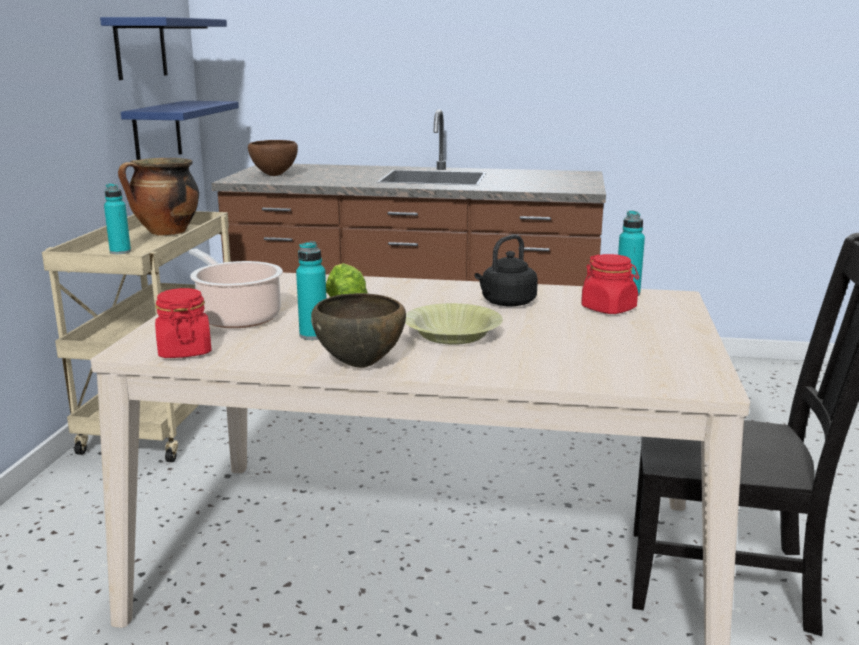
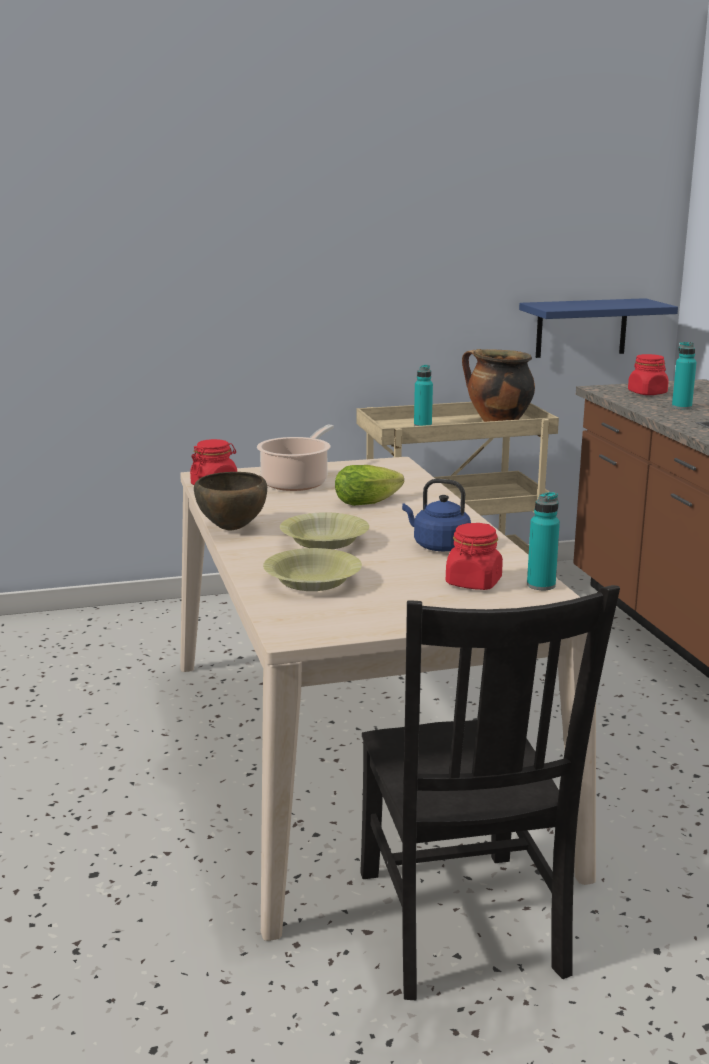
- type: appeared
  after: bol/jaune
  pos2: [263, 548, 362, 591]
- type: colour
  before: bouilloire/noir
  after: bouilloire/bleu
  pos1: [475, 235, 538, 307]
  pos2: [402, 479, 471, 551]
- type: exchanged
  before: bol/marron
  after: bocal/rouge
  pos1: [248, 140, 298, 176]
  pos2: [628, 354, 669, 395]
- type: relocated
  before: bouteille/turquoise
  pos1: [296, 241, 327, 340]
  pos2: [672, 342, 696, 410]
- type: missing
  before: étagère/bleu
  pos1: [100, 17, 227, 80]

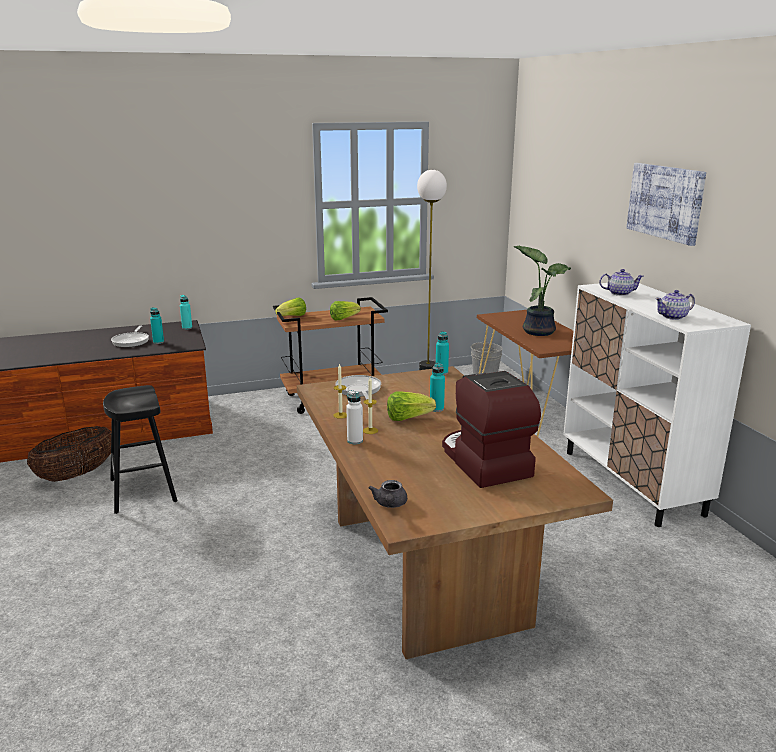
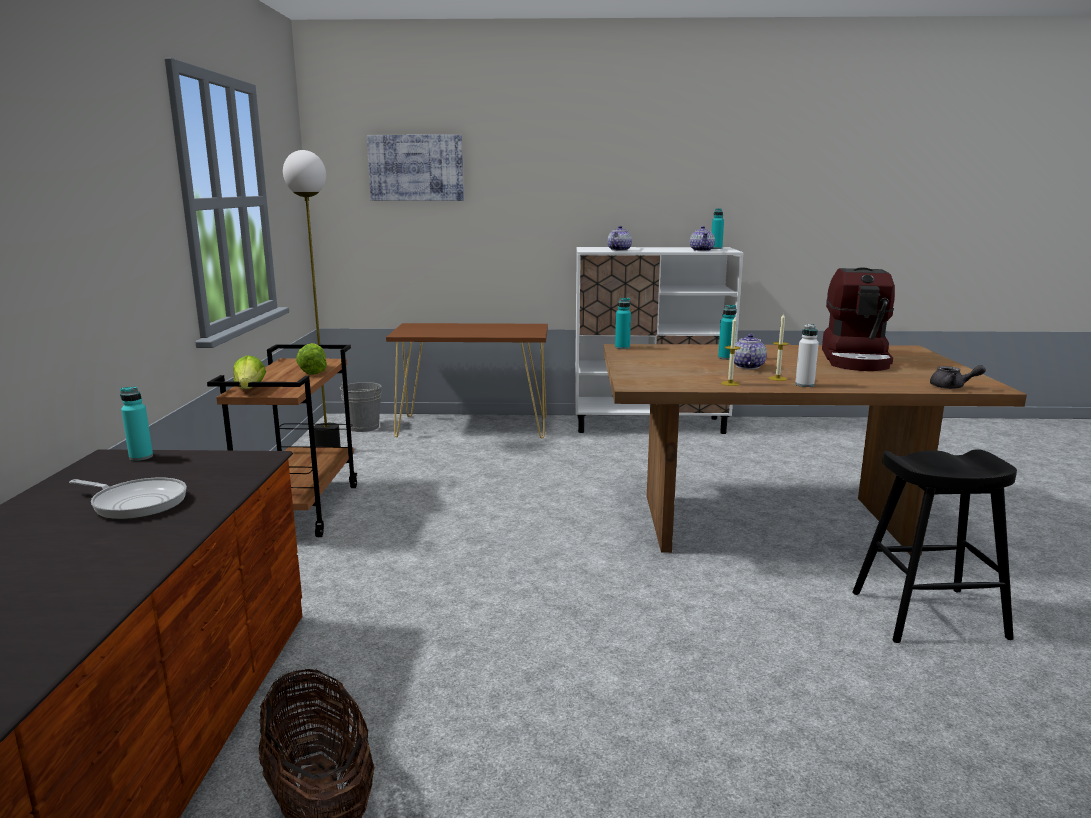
- type: relocated
  before: tableau
  pos1: [626, 163, 706, 246]
  pos2: [367, 135, 464, 201]
- type: relocated
  before: bouteille/turquoise
  pos1: [150, 307, 164, 344]
  pos2: [712, 208, 724, 249]
- type: exchanged
  before: laitue
  after: théière
  pos1: [387, 391, 436, 421]
  pos2: [734, 334, 767, 369]
- type: spun
  before: machine à café
  pos1: [442, 371, 541, 488]
  pos2: [822, 267, 895, 371]
  turn: -75
- type: relocated
  before: tabouret/noir
  pos1: [103, 385, 177, 514]
  pos2: [852, 449, 1017, 643]
- type: missing
  before: poêle
  pos1: [335, 375, 381, 400]
- type: missing
  before: plante en pot
  pos1: [514, 246, 571, 336]

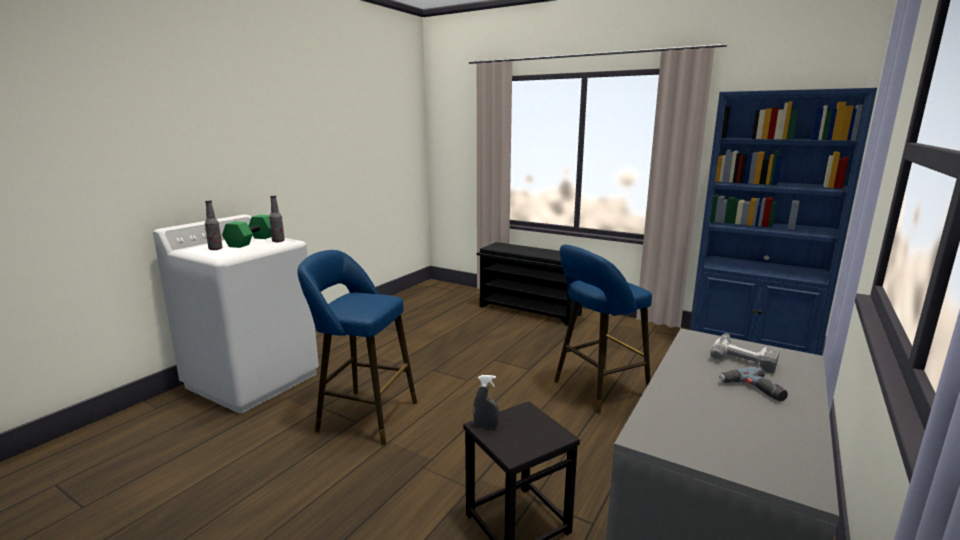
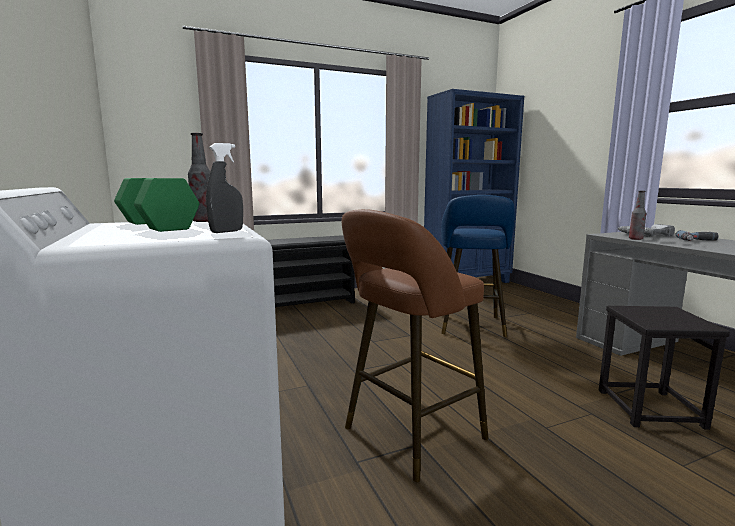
- type: relocated
  before: vaporisateur/gris
  pos1: [473, 375, 499, 428]
  pos2: [206, 143, 243, 233]
- type: colour
  before: tabouret/bleu
  after: tabouret/marron
  pos1: [297, 250, 417, 445]
  pos2: [342, 209, 488, 482]
- type: relocated
  before: bouteille
  pos1: [205, 200, 223, 250]
  pos2: [629, 191, 646, 240]

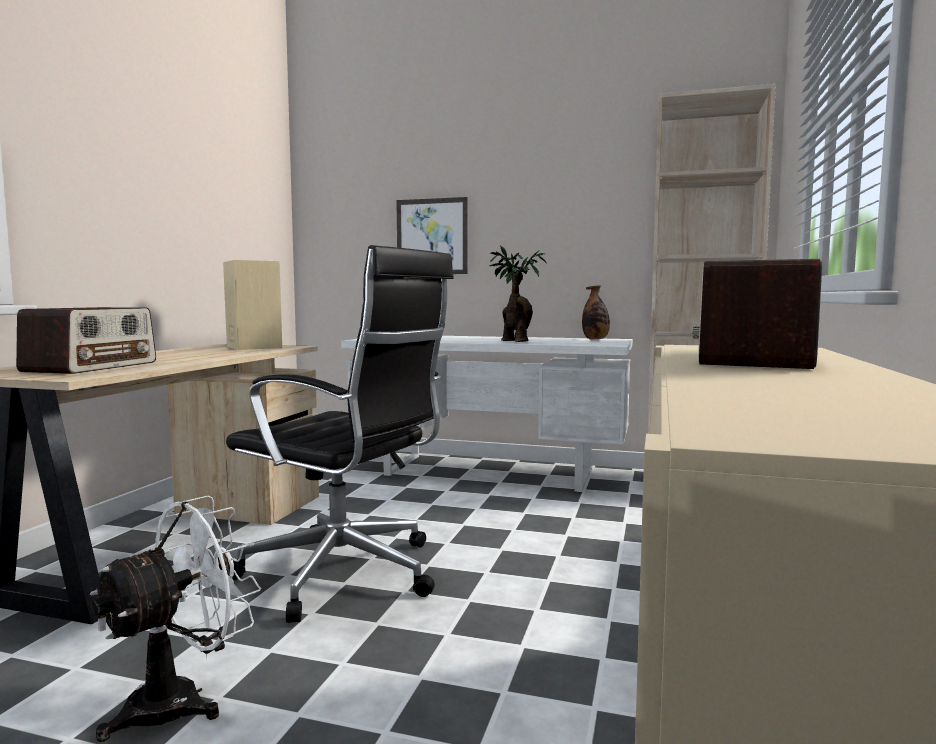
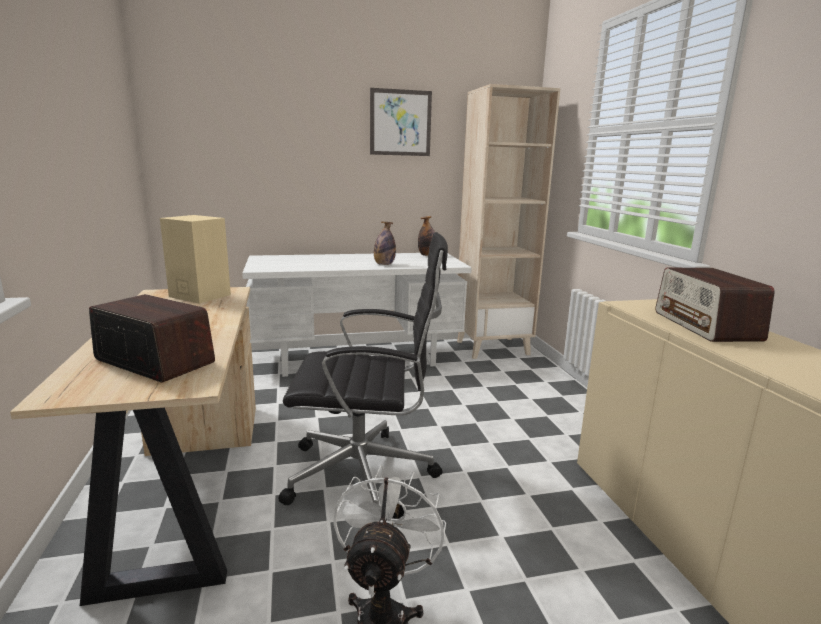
- type: spun
  before: radio
  pos1: [16, 307, 156, 374]
  pos2: [89, 294, 215, 382]
  turn: -45
- type: relocated
  before: tableau
  pos1: [397, 197, 468, 274]
  pos2: [370, 88, 432, 156]
- type: exchanged
  before: plante en pot
  after: bouteille
  pos1: [489, 246, 546, 342]
  pos2: [374, 221, 396, 265]

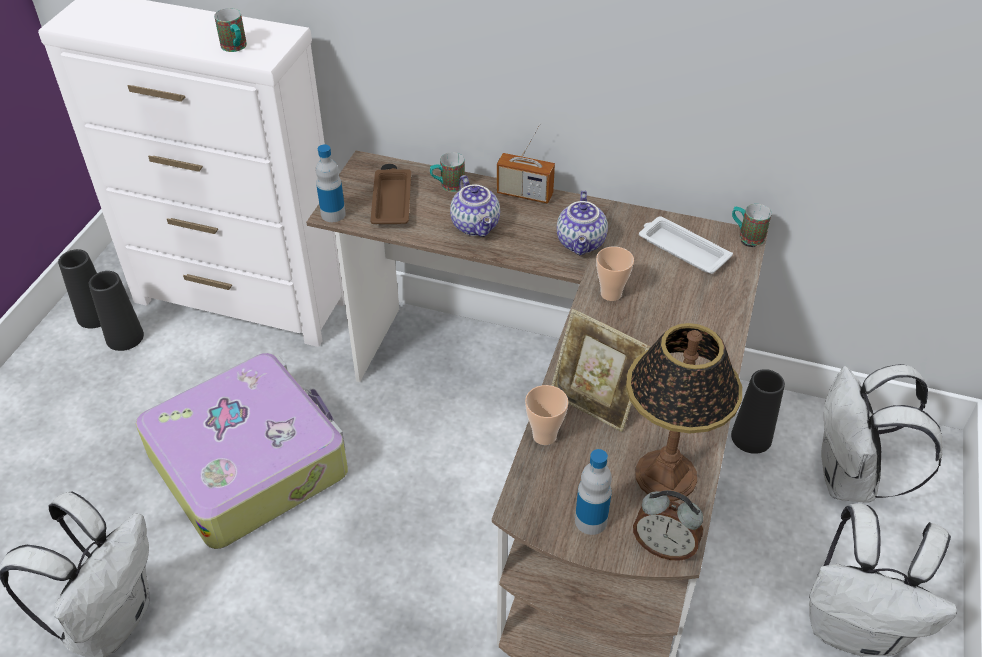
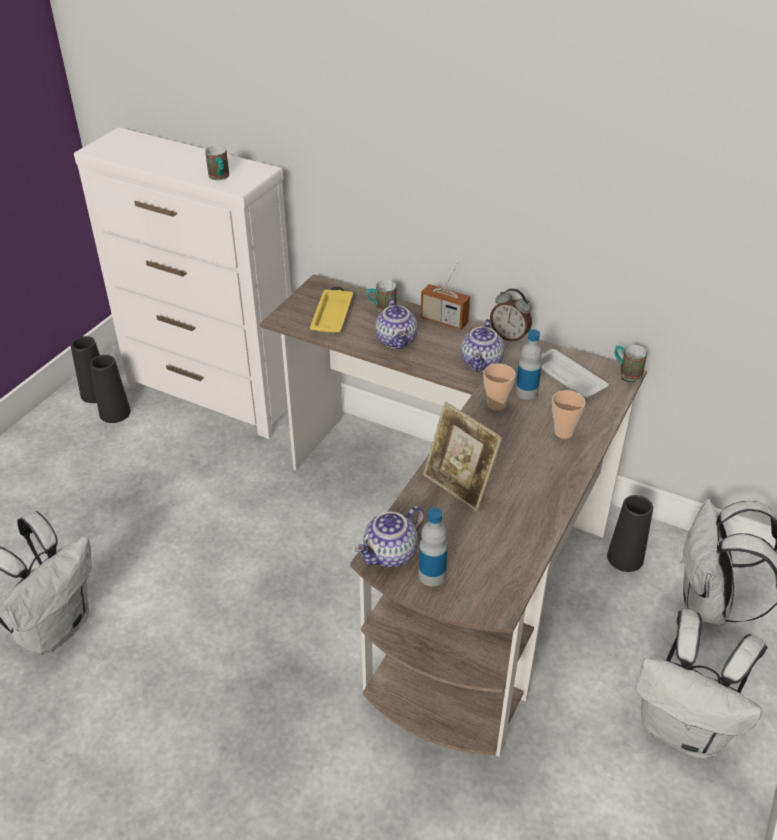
- type: colour
  before: plateau/marron
  after: plateau/jaune
  pos1: [370, 168, 411, 224]
  pos2: [310, 290, 353, 333]
- type: appeared
  after: théière
  pos2: [355, 506, 424, 567]
- type: relocated
  before: réveil
  pos1: [633, 490, 703, 561]
  pos2: [490, 288, 532, 343]
- type: relocated
  before: bouteille
  pos1: [316, 144, 346, 222]
  pos2: [516, 329, 542, 400]
- type: relocated
  before: tasse
  pos1: [525, 385, 569, 445]
  pos2: [552, 390, 586, 439]
- type: missing
  before: valise
  pos1: [136, 353, 348, 549]
- type: missing
  before: lampe de table
  pos1: [626, 323, 742, 501]

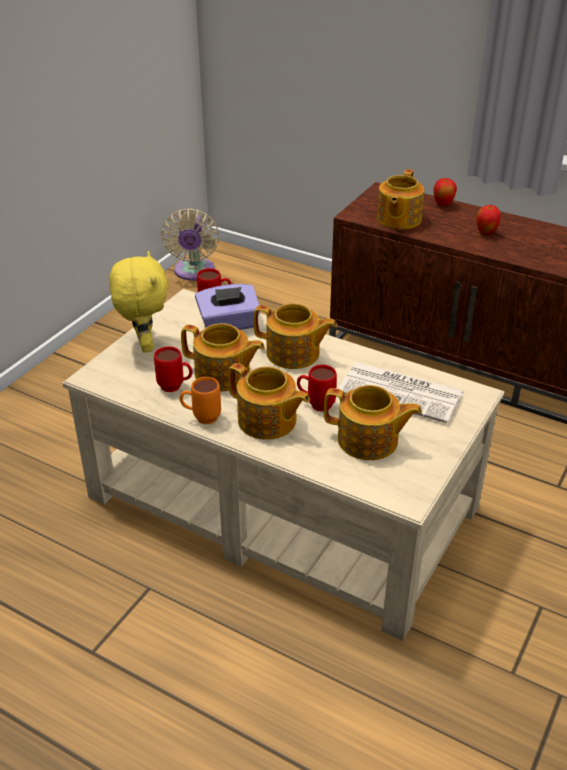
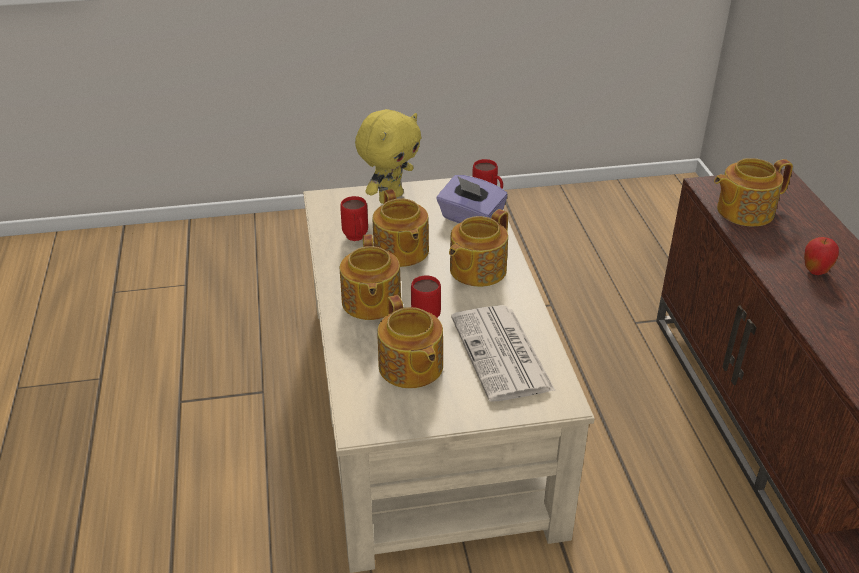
- type: spun
  before: théière
  pos1: [254, 303, 337, 369]
  pos2: [449, 209, 508, 287]
  turn: 60
- type: missing
  before: ventilateur/beige
  pos1: [161, 209, 219, 281]
- type: missing
  before: mug/orange
  pos1: [179, 377, 221, 424]
- type: missing
  before: pomme
  pos1: [434, 178, 457, 206]

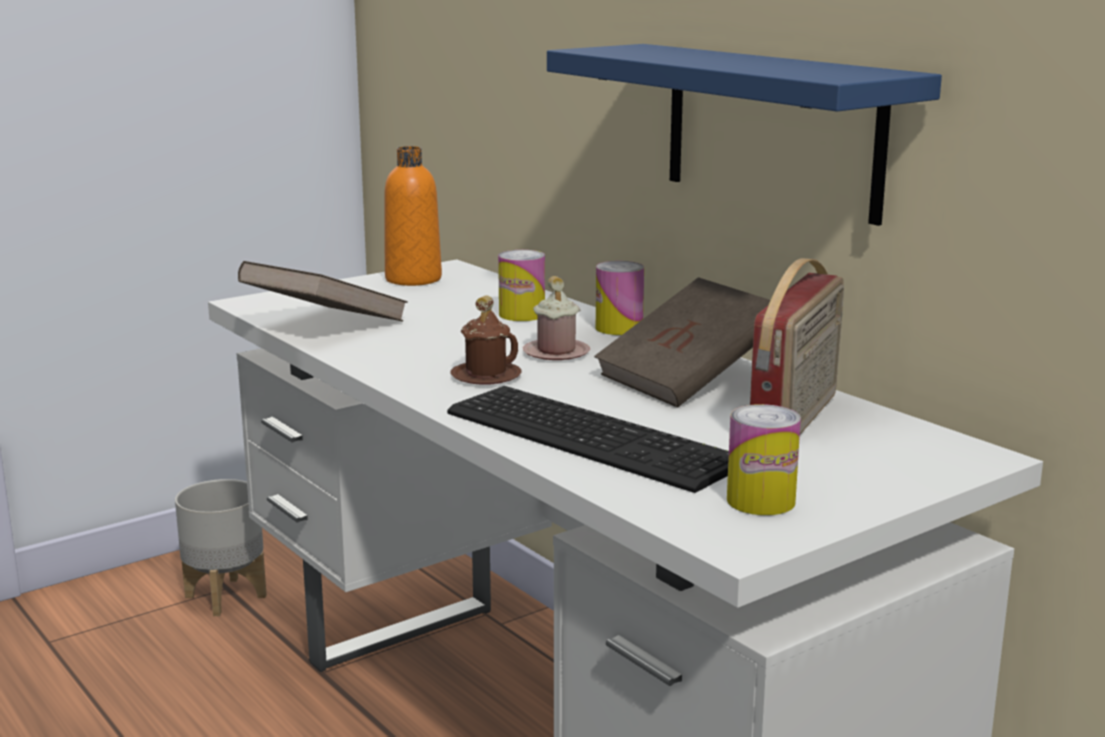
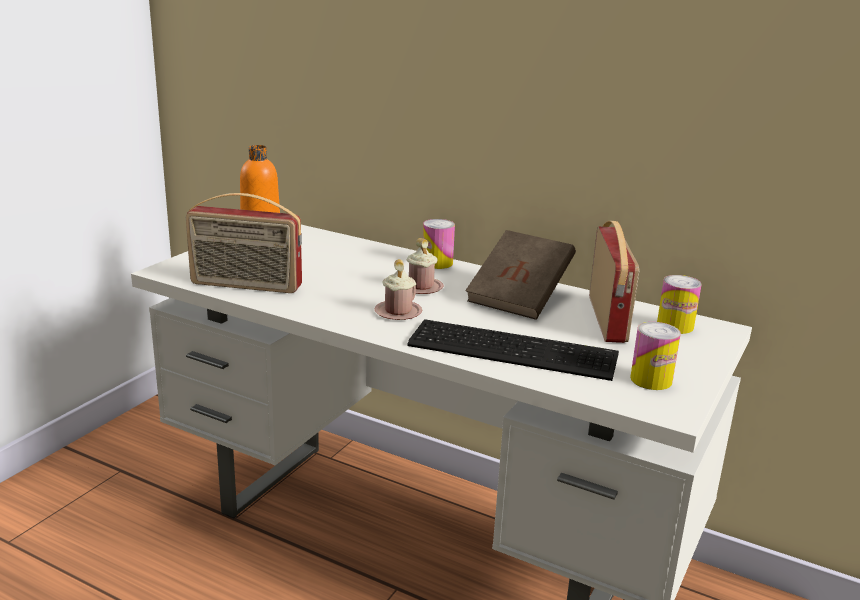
- type: exchanged
  before: livre/marron
  after: radio
  pos1: [238, 261, 408, 322]
  pos2: [186, 193, 302, 293]
- type: colour
  before: mug/marron
  after: mug/rose
  pos1: [450, 295, 522, 385]
  pos2: [374, 259, 422, 320]
- type: relocated
  before: boîte métallique
  pos1: [498, 250, 545, 321]
  pos2: [657, 275, 702, 334]
- type: missing
  before: cache-pot/gris
  pos1: [175, 479, 267, 616]
- type: missing
  before: étagère/bleu
  pos1: [547, 44, 942, 226]

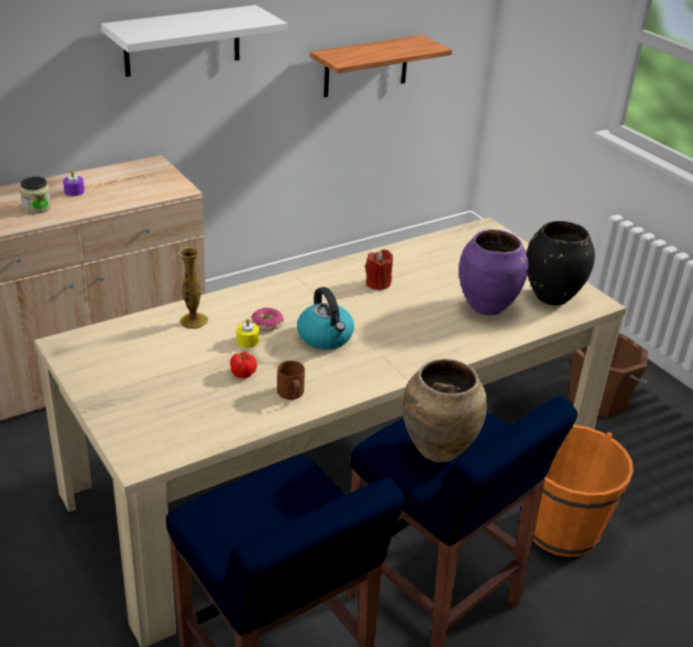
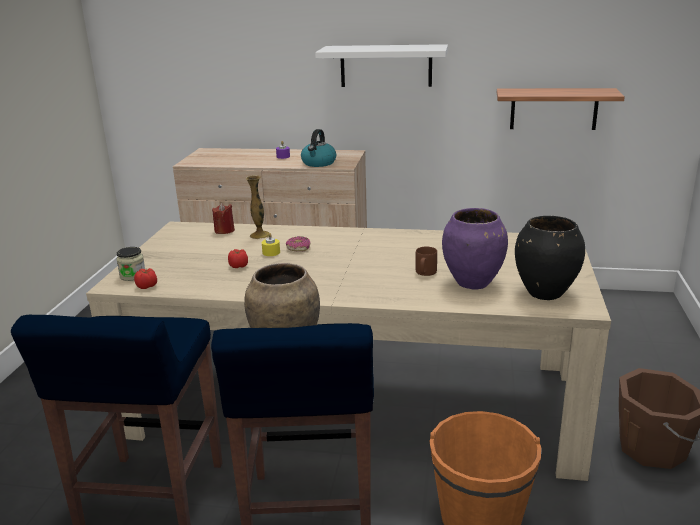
- type: relocated
  before: bocal
  pos1: [20, 176, 51, 214]
  pos2: [116, 247, 145, 281]
- type: appeared
  after: tomate
  pos2: [134, 268, 157, 289]
- type: relocated
  before: bougie/rouge
  pos1: [365, 249, 393, 291]
  pos2: [212, 203, 235, 234]
- type: relocated
  before: bouilloire
  pos1: [297, 287, 354, 350]
  pos2: [301, 129, 336, 167]
- type: relocated
  before: mug/marron
  pos1: [277, 361, 305, 400]
  pos2: [415, 247, 437, 276]

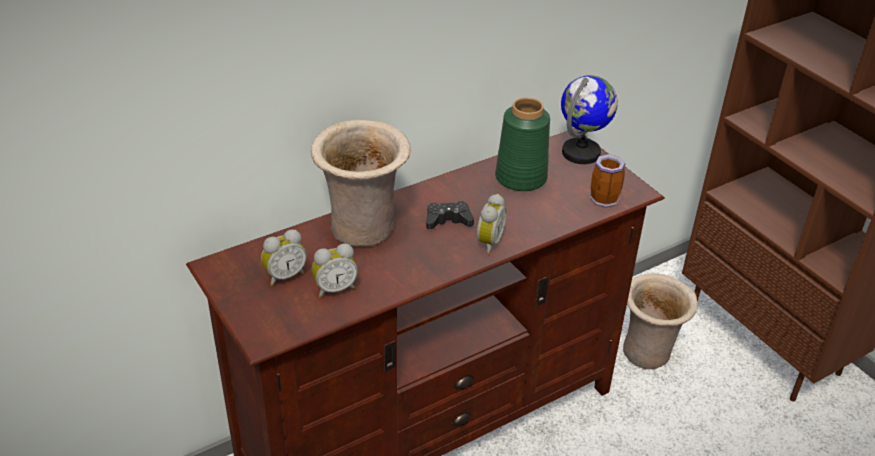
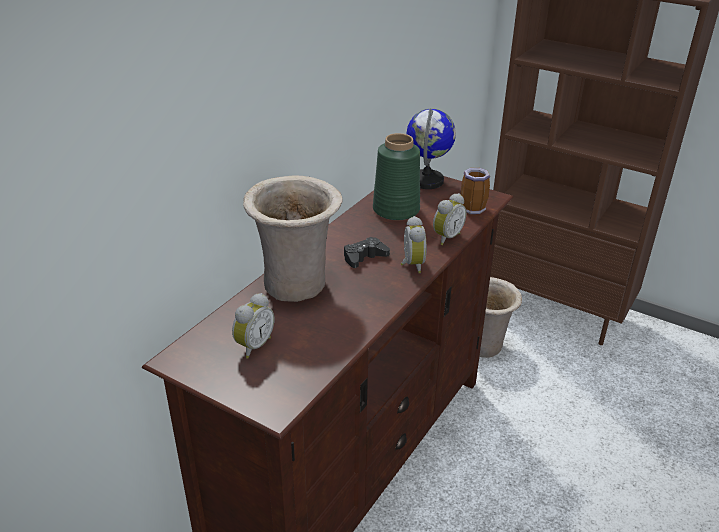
- type: relocated
  before: réveil
  pos1: [312, 243, 358, 298]
  pos2: [433, 193, 466, 245]

